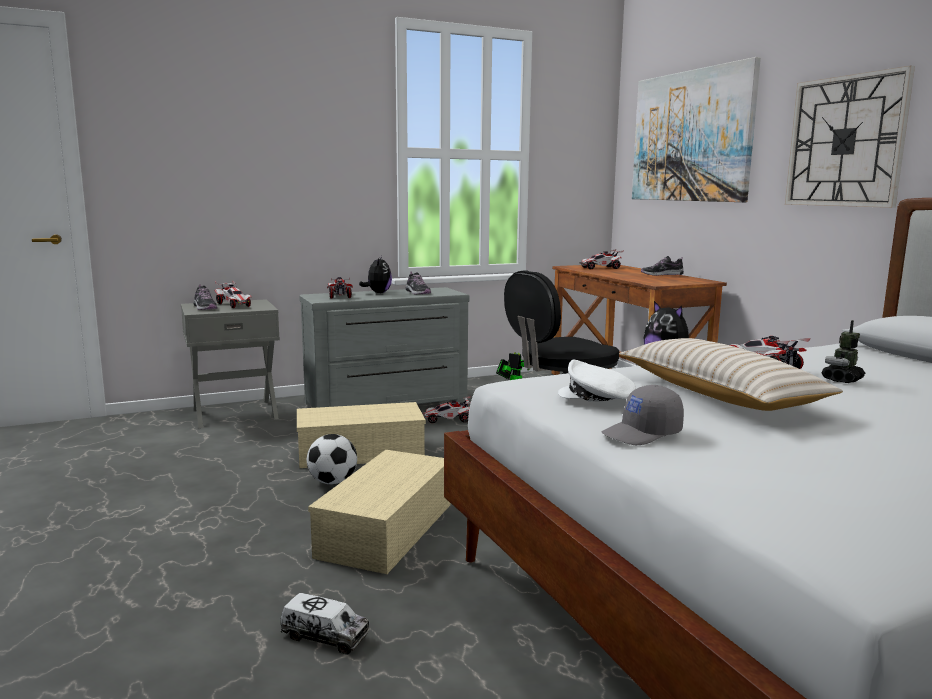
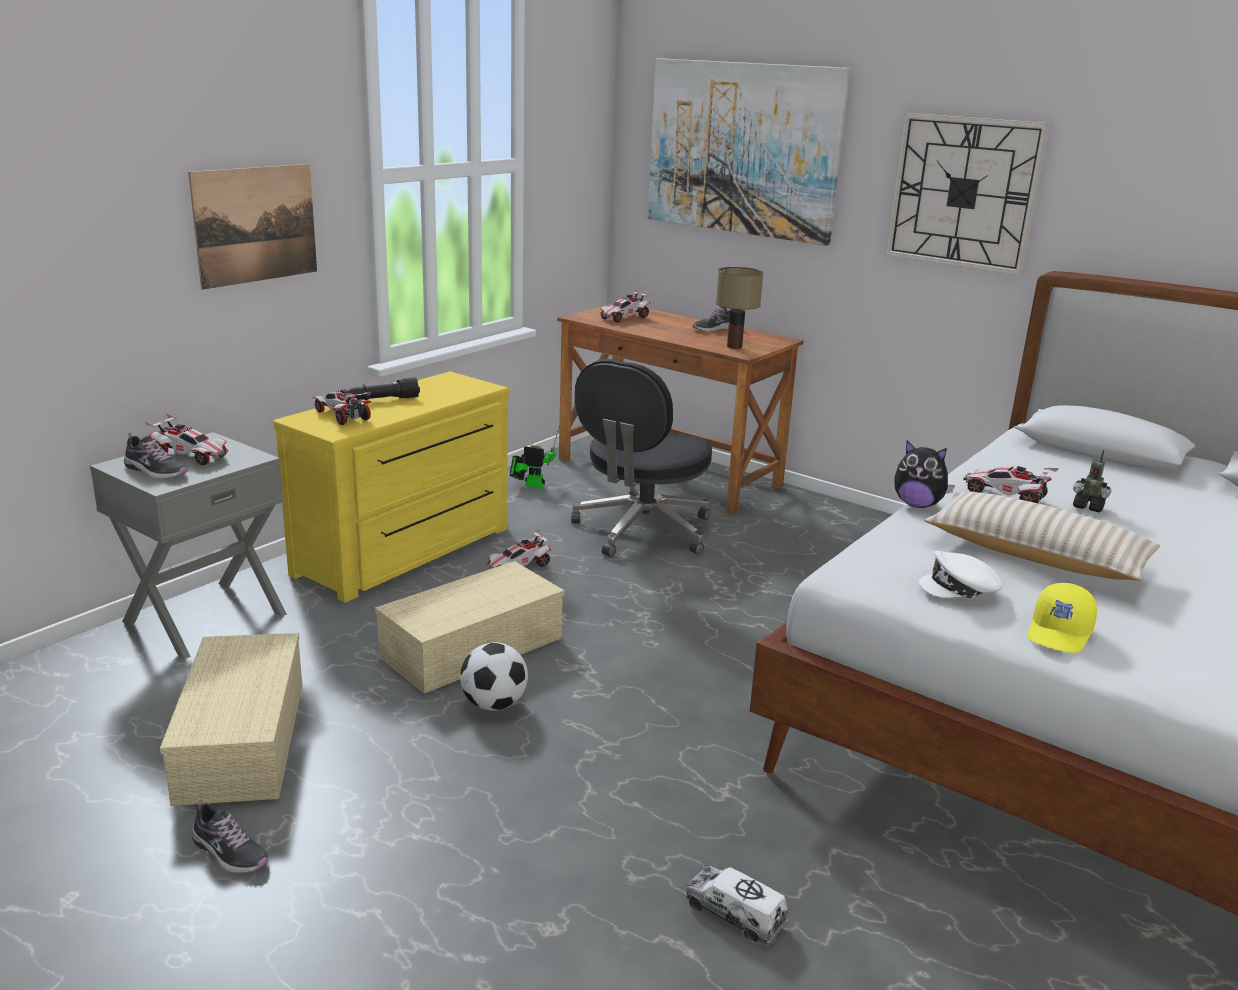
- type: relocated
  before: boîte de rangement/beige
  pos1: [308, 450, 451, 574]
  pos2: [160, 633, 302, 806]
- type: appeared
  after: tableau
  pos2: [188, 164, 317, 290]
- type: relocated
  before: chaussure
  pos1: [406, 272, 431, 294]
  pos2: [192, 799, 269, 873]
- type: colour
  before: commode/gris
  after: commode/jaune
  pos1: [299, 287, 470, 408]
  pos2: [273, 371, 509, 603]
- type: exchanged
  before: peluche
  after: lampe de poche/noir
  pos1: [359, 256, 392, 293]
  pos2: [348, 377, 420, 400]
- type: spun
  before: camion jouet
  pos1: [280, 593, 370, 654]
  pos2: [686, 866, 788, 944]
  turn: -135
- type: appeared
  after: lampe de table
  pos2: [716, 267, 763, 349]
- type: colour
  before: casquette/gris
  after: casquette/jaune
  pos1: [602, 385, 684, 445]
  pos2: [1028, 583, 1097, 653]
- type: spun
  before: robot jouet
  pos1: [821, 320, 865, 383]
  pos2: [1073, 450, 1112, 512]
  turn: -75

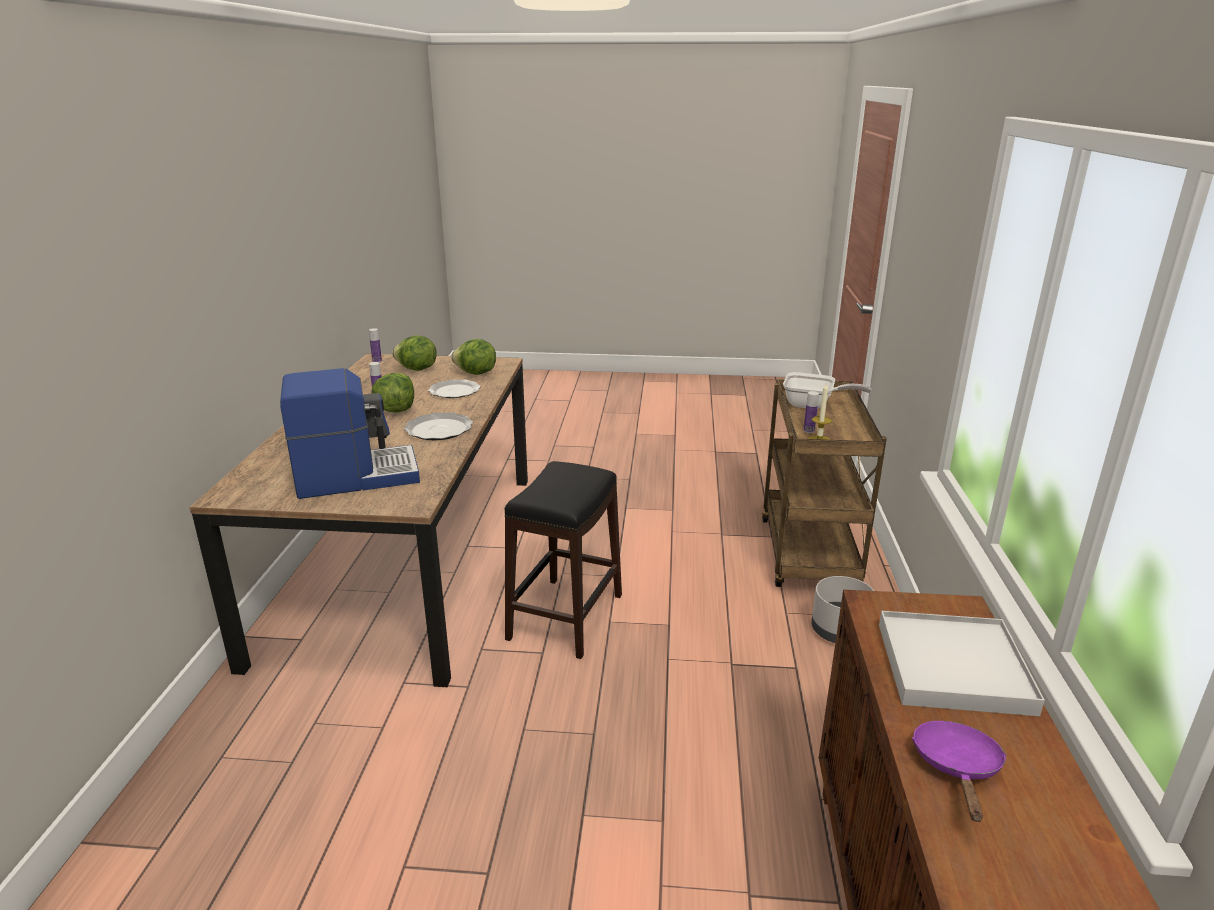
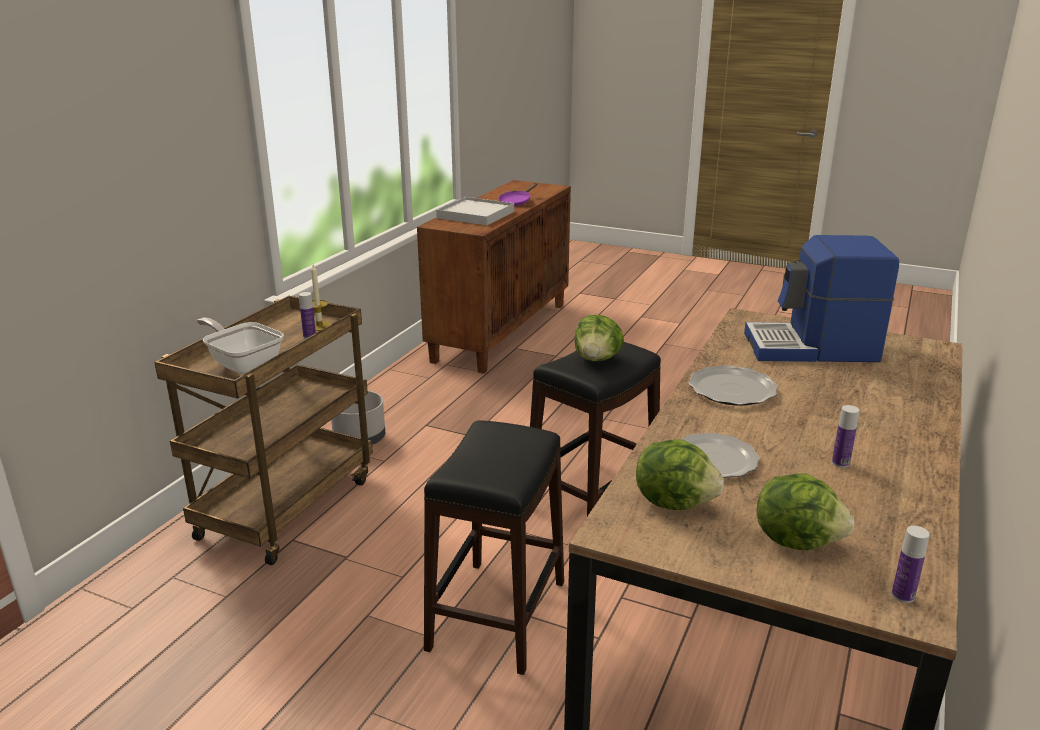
- type: appeared
  after: tabouret/noir
  pos2: [424, 420, 564, 675]
- type: relocated
  before: laitue
  pos1: [371, 373, 414, 413]
  pos2: [575, 315, 624, 361]

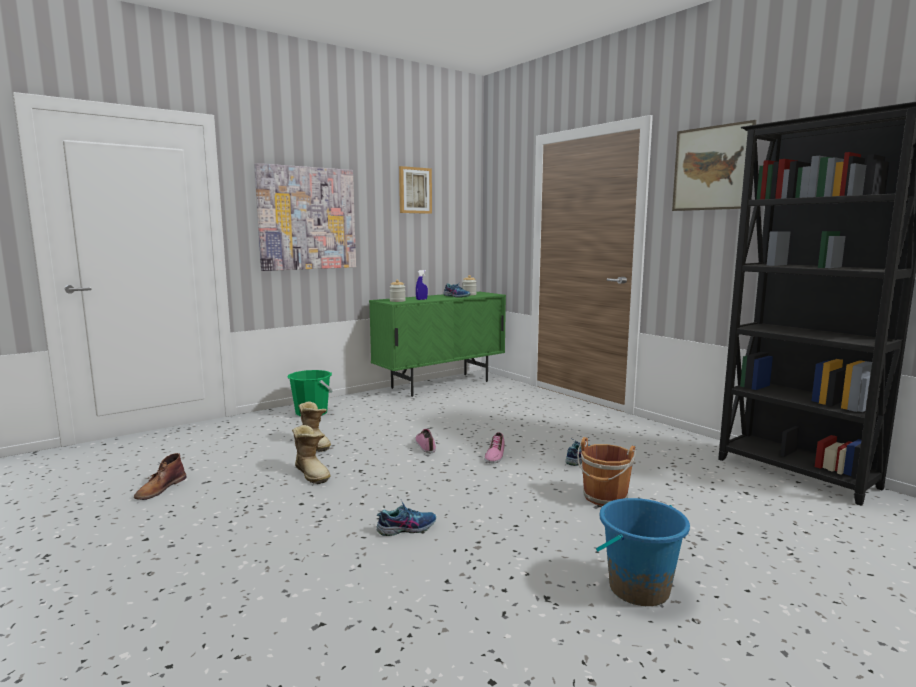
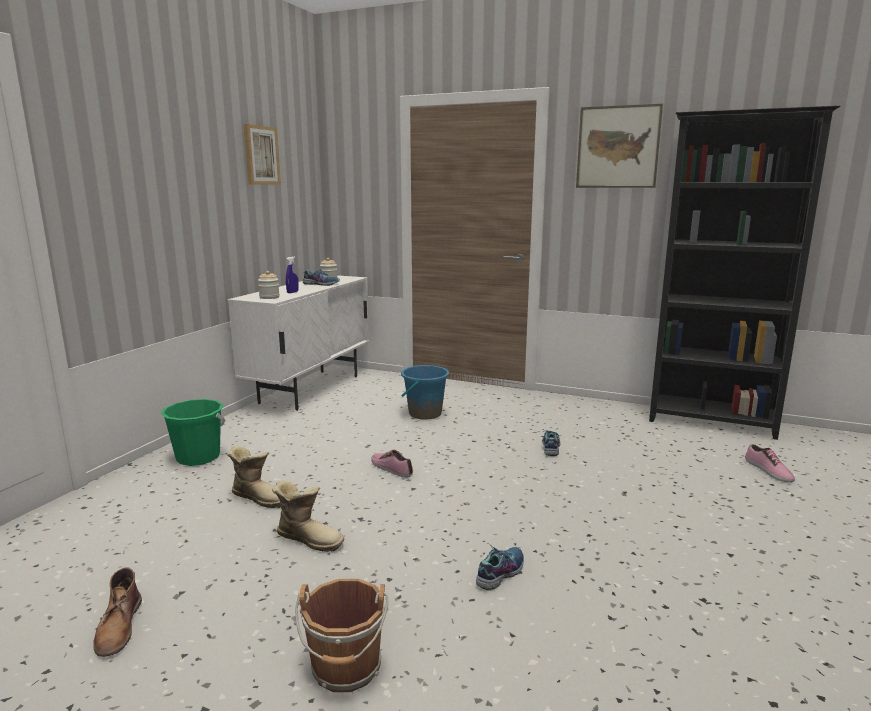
- type: colour
  before: meuble de rangement/vert
  after: meuble de rangement/blanc
  pos1: [369, 292, 506, 397]
  pos2: [228, 275, 369, 411]
- type: relocated
  before: seau/marron
  pos1: [577, 437, 636, 506]
  pos2: [295, 579, 389, 692]
- type: relocated
  before: seau/bleu
  pos1: [596, 498, 690, 606]
  pos2: [401, 365, 449, 420]
- type: relocated
  before: chaussure
  pos1: [484, 432, 505, 464]
  pos2: [745, 444, 795, 482]
- type: missing
  before: tableau
  pos1: [254, 163, 356, 271]

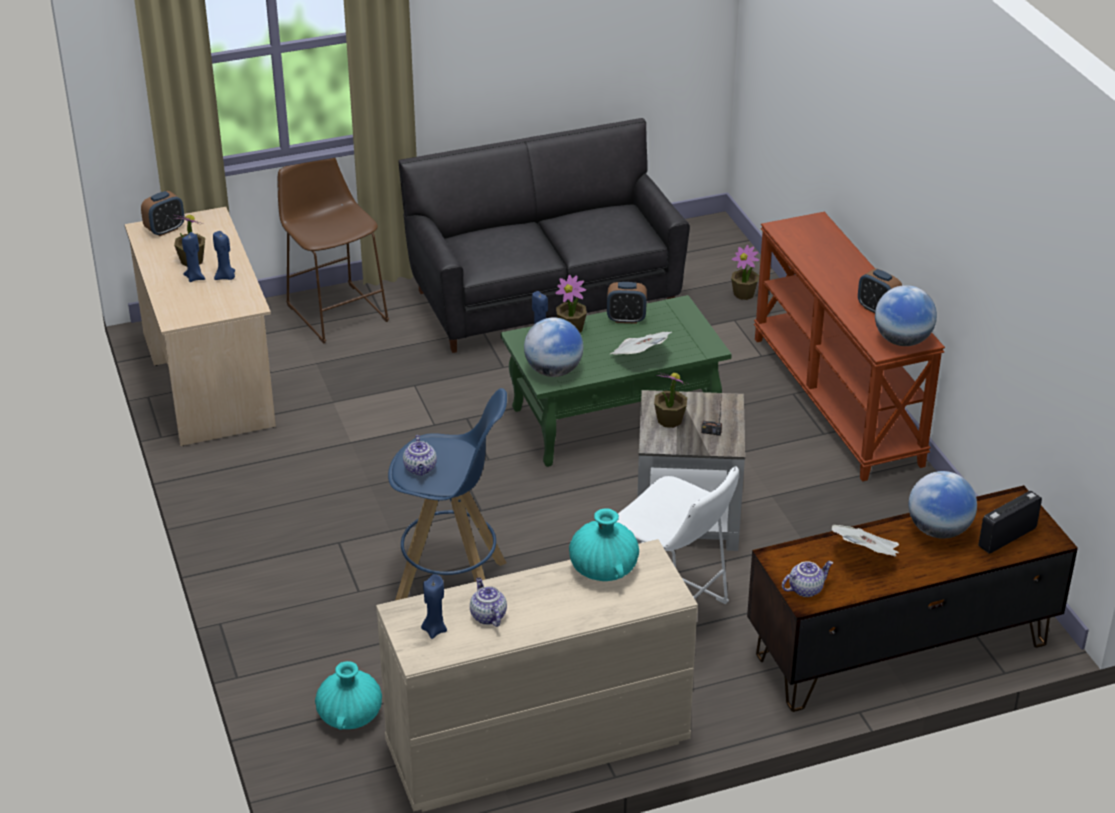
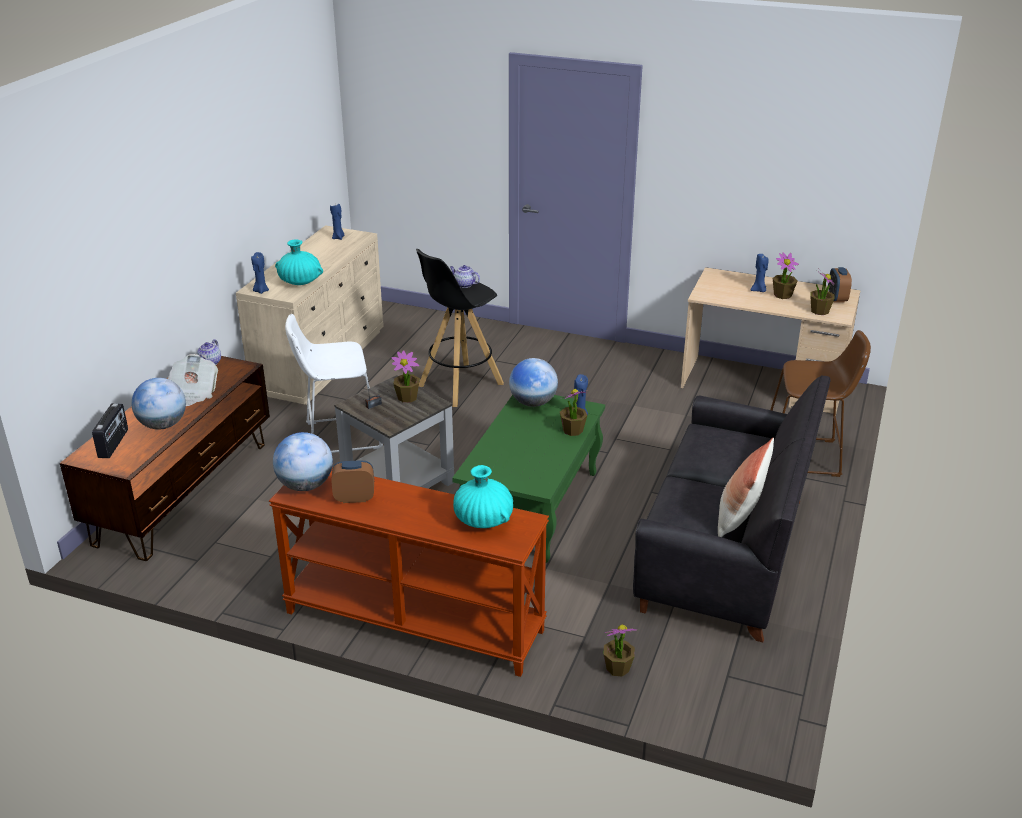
- type: relocated
  before: bougie/bleu
  pos1: [213, 231, 235, 280]
  pos2: [251, 252, 269, 294]
- type: colour
  before: tabouret/bleu
  after: tabouret/noir
  pos1: [388, 388, 507, 601]
  pos2: [416, 249, 504, 407]
- type: relocated
  before: vase/turquoise
  pos1: [315, 661, 382, 730]
  pos2: [453, 465, 513, 528]
- type: appeared
  after: coussin
  pos2: [718, 438, 774, 537]
- type: appeared
  after: plante en pot
  pos2: [810, 270, 835, 315]
- type: missing
  before: théière
  pos1: [470, 578, 507, 627]
- type: missing
  before: réveil
  pos1: [607, 282, 647, 324]
- type: missing
  before: journal
  pos1: [610, 332, 672, 355]

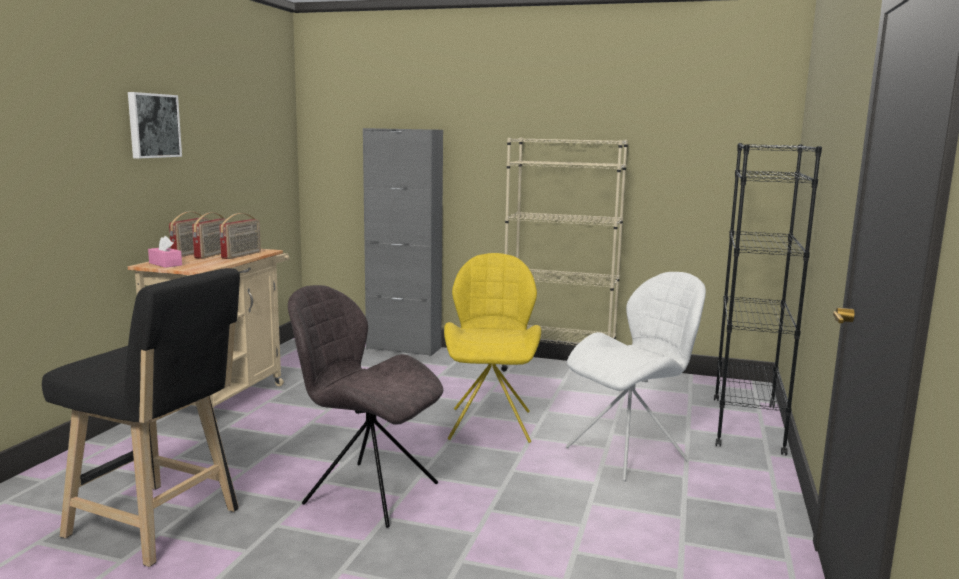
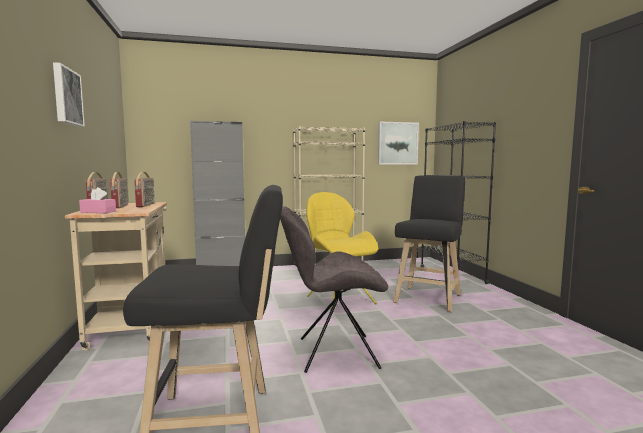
- type: appeared
  after: tableau
  pos2: [378, 122, 419, 165]
- type: exchanged
  before: chaise/blanc
  after: tabouret/noir
  pos1: [566, 272, 706, 481]
  pos2: [393, 175, 465, 312]

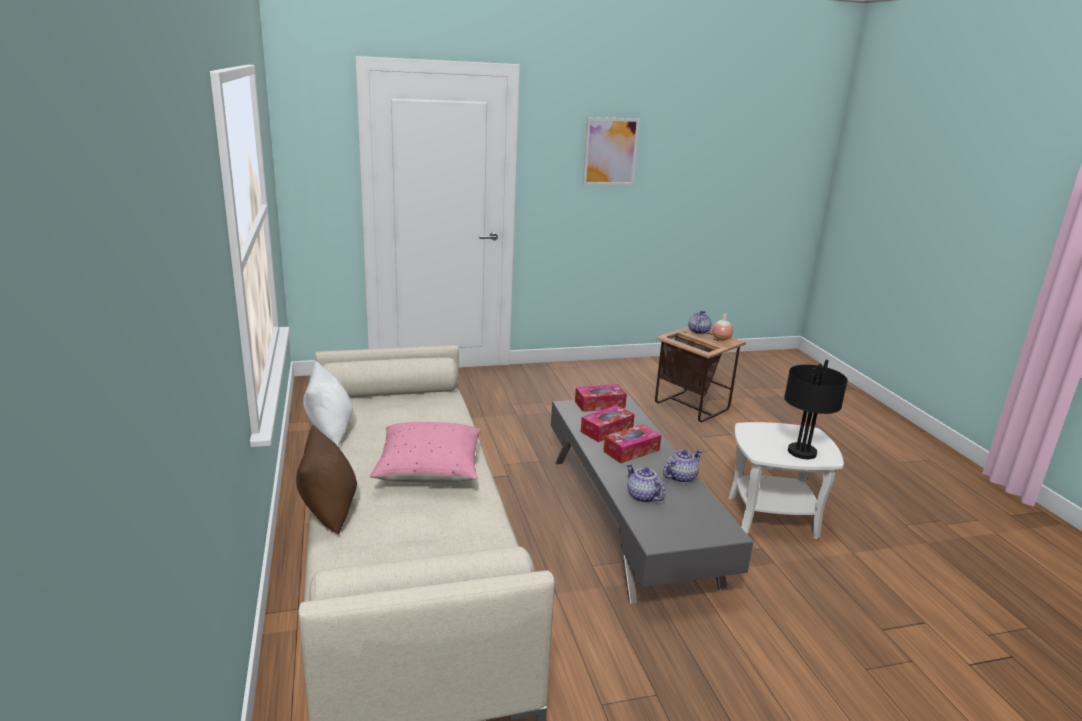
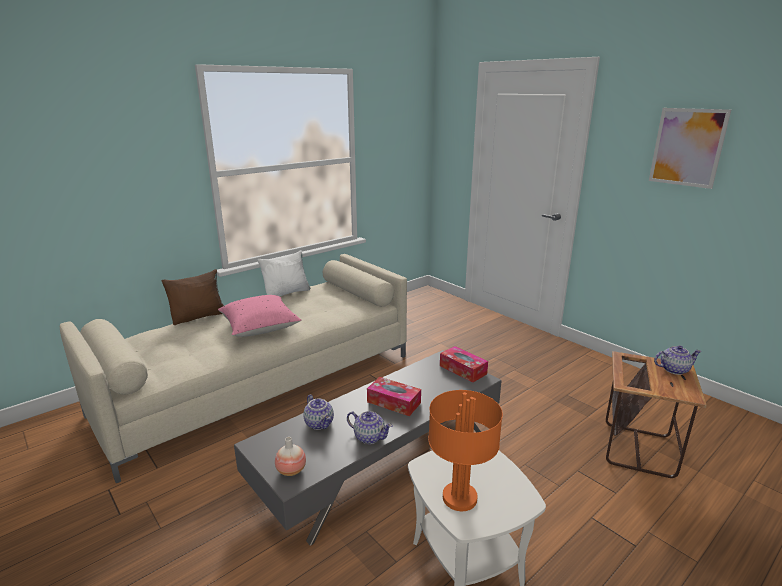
- type: relocated
  before: vase
  pos1: [712, 313, 733, 341]
  pos2: [275, 437, 306, 476]
- type: spun
  before: théière
  pos1: [626, 463, 666, 503]
  pos2: [303, 395, 334, 430]
  turn: 120
- type: colour
  before: lampe de table/noir
  after: lampe de table/orange
  pos1: [784, 360, 848, 459]
  pos2: [428, 390, 503, 511]
- type: missing
  before: boîte à mouchoirs
  pos1: [581, 405, 635, 442]

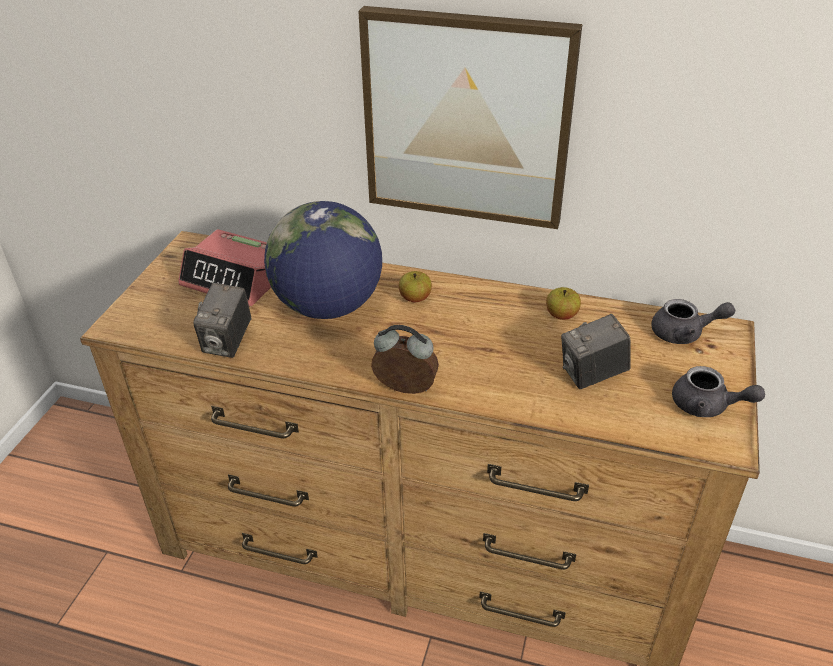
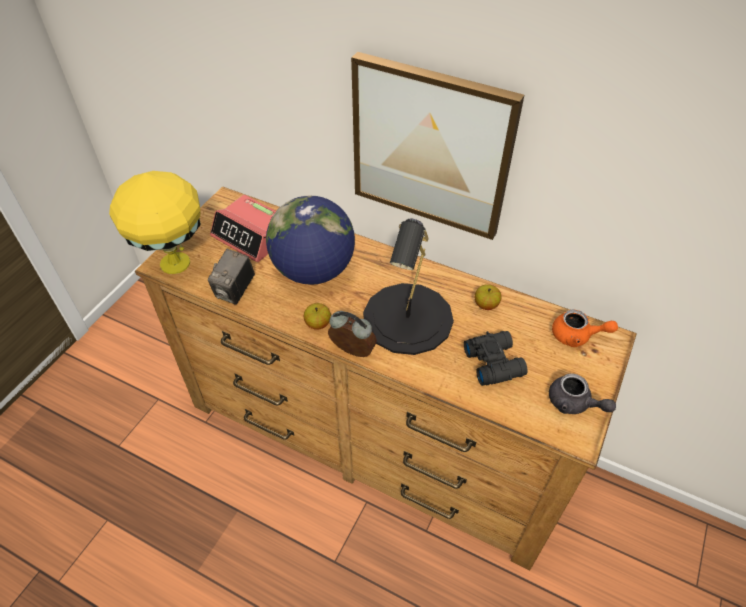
- type: appeared
  after: lampe de table/jaune
  pos2: [109, 171, 201, 274]
- type: relocated
  before: pomme
  pos1: [398, 271, 432, 302]
  pos2: [304, 303, 331, 330]
- type: appeared
  after: lampe de table/noir
  pos2: [363, 219, 454, 355]
- type: exchanged
  before: appareil photo
  after: jumelles/noir
  pos1: [561, 314, 631, 389]
  pos2: [464, 331, 528, 386]
- type: colour
  before: théière/gris
  after: théière/orange
  pos1: [651, 299, 735, 344]
  pos2: [552, 310, 618, 347]

